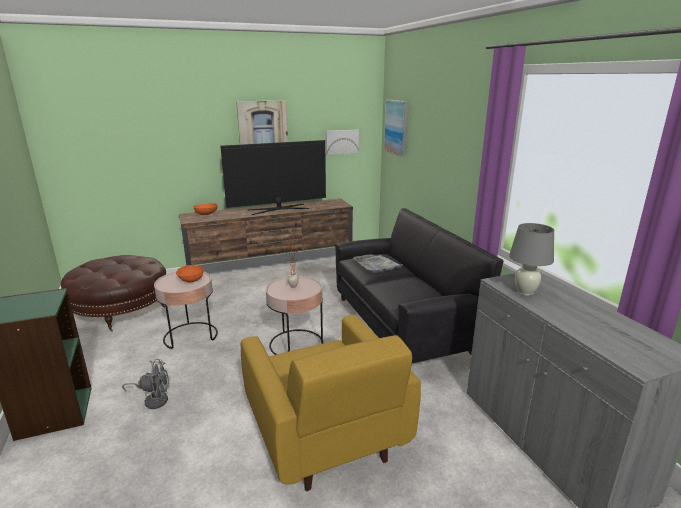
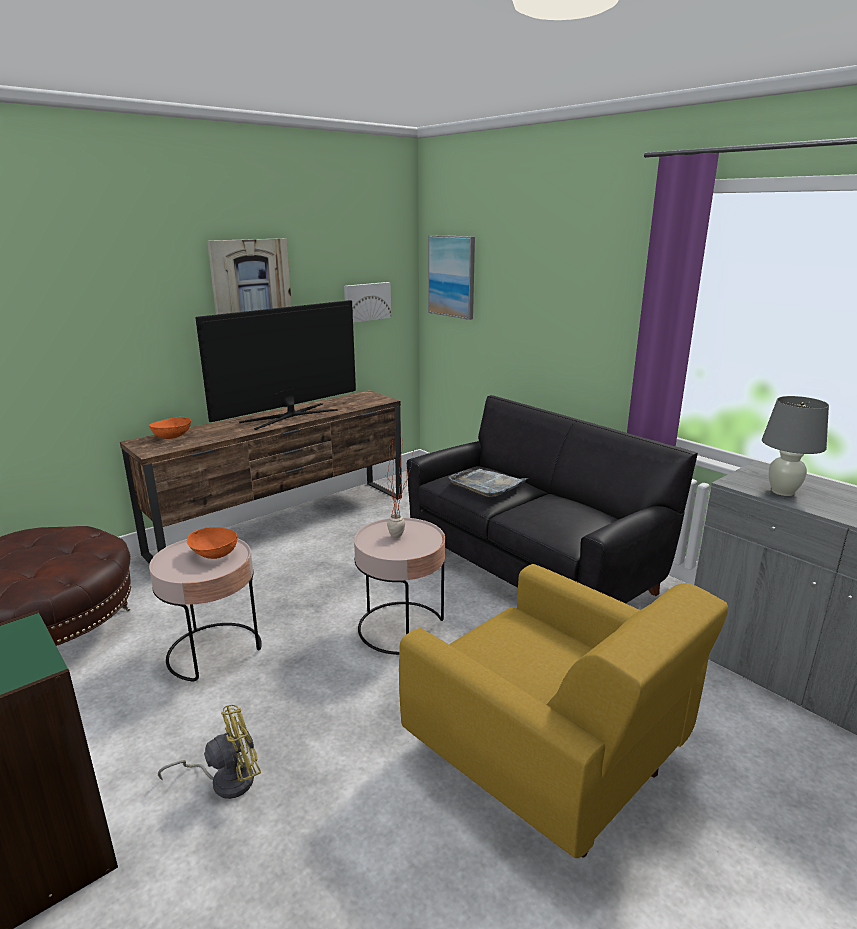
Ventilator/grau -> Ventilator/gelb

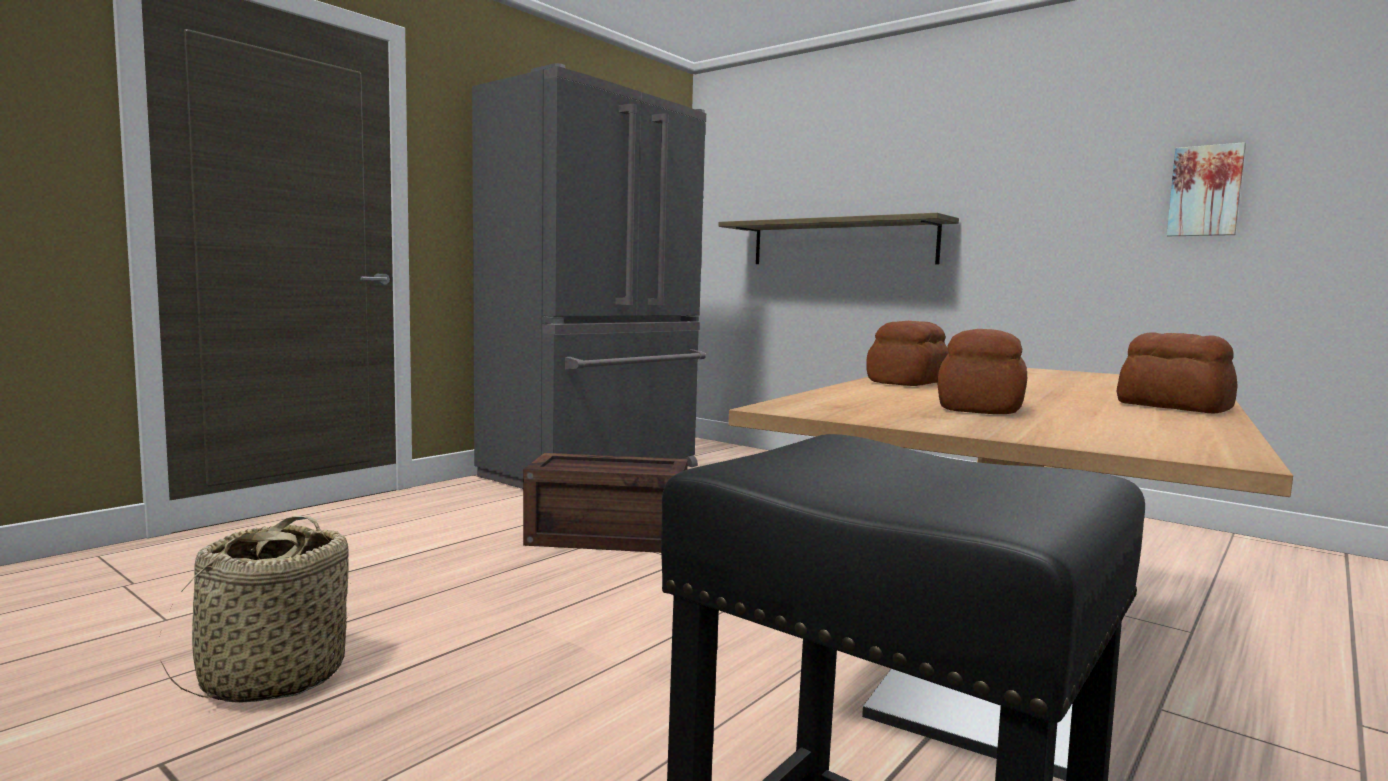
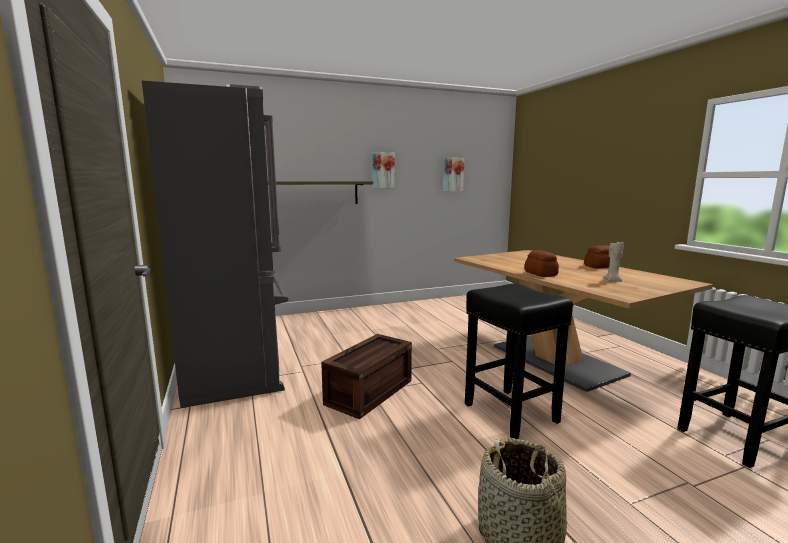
Brot (2nd from left) -> Kerze/beige
none -> Bild (1st from left)
none -> Hocker/schwarz (1st from left)

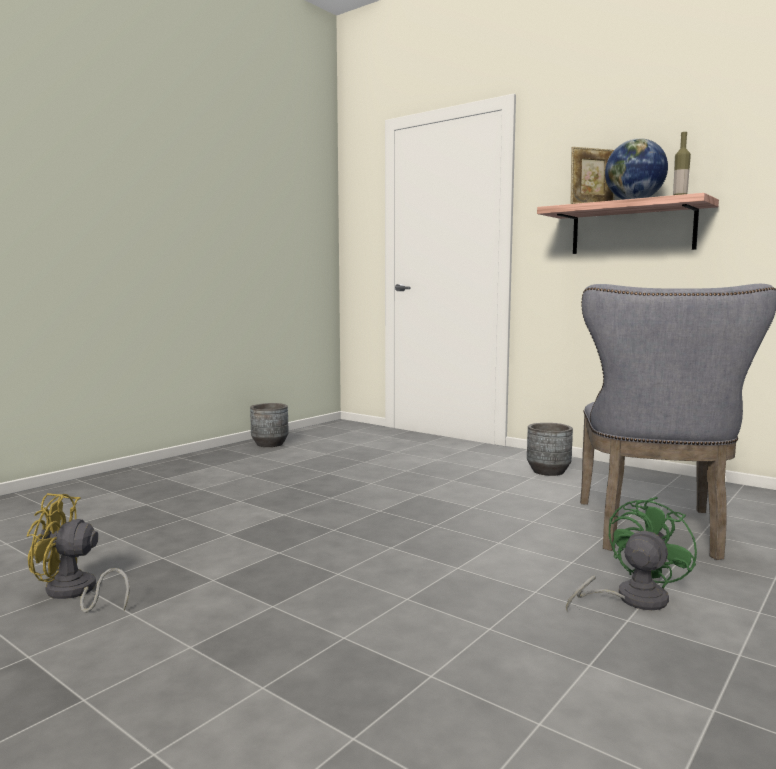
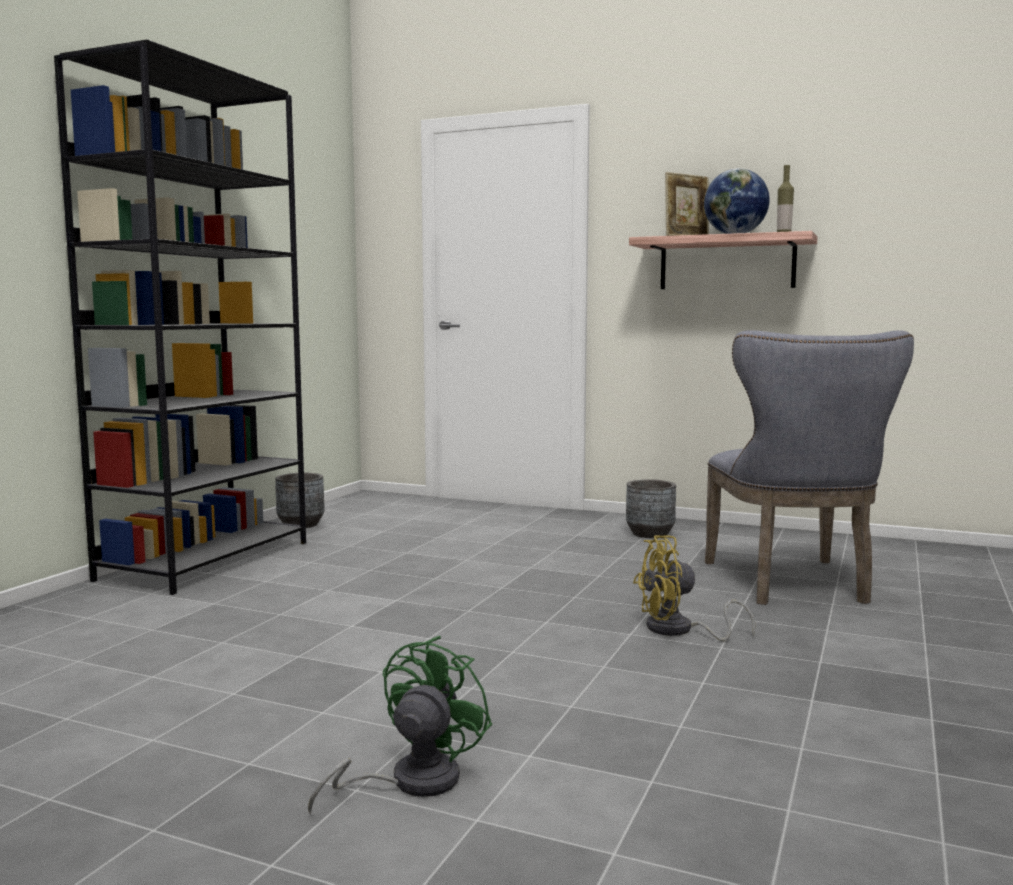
Ventilator/gelb, moved
Ventilator/grün, moved
none -> Bücherregal/schwarz

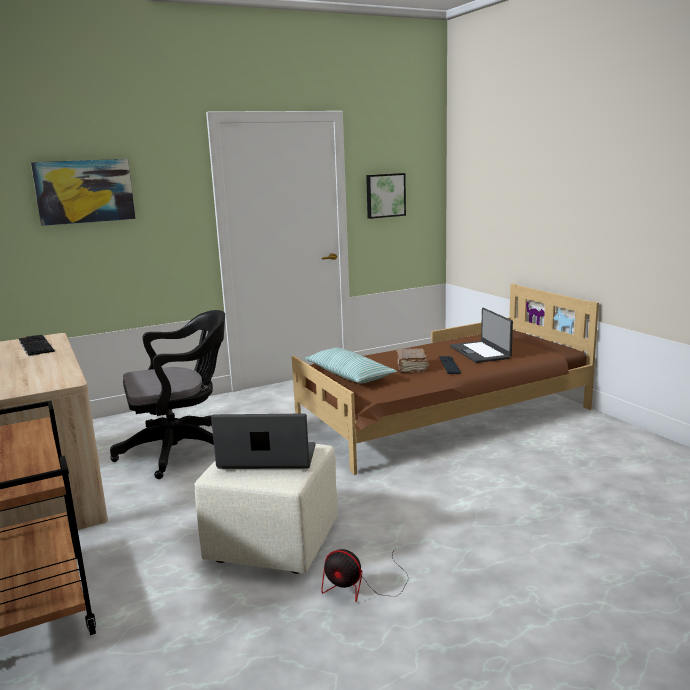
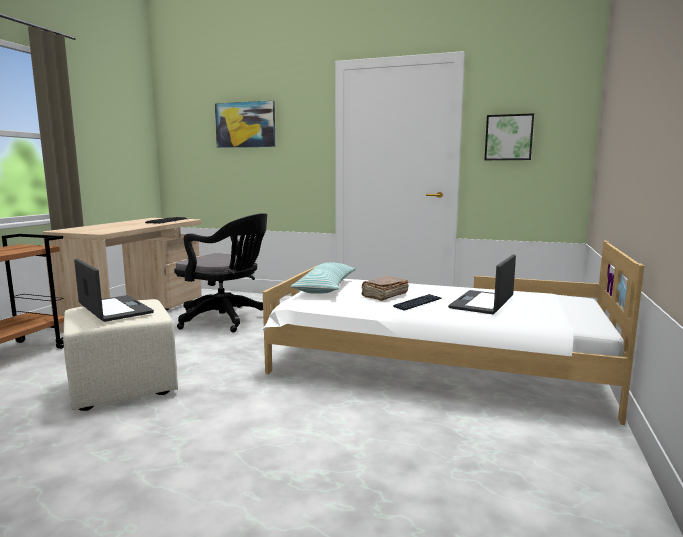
Bett/braun -> Bett/weiß
Ventilator -> none

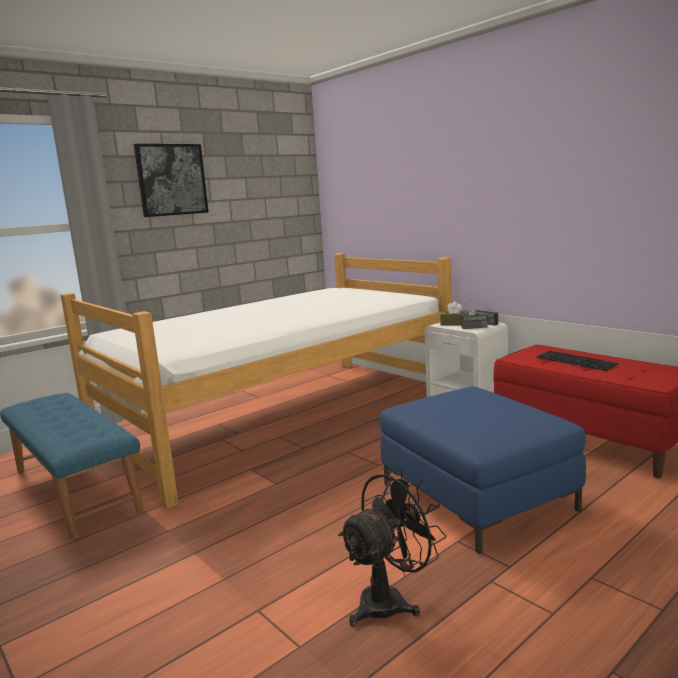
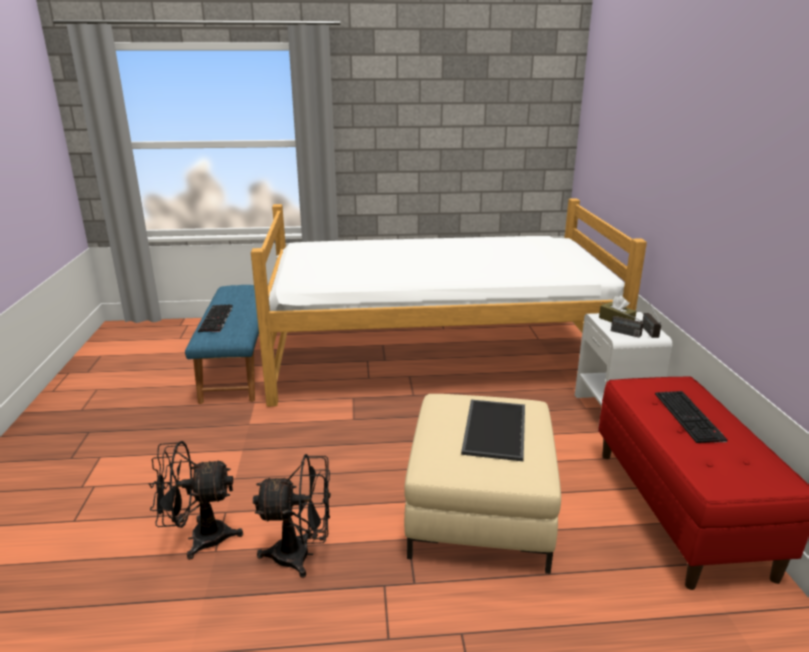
Bild -> none
Polsterhocker/blau -> Polsterhocker/beige
none -> Ventilator/schwarz (1st from left)
none -> Tastatur (1st from left)
none -> Tablett

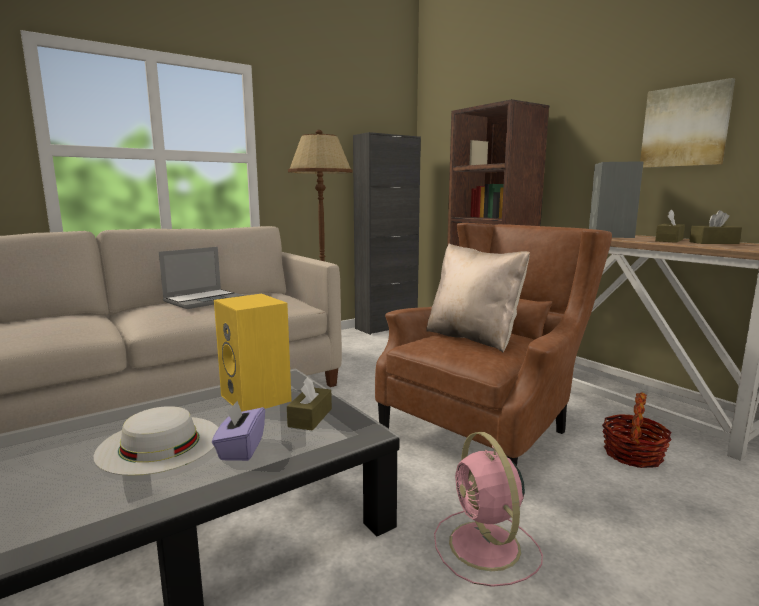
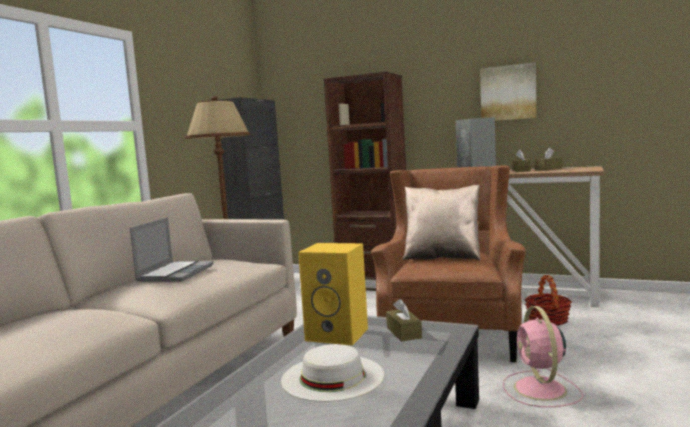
Taschentuchbox/lila -> none
Ventilator/rosa, 45 degrees clockwise

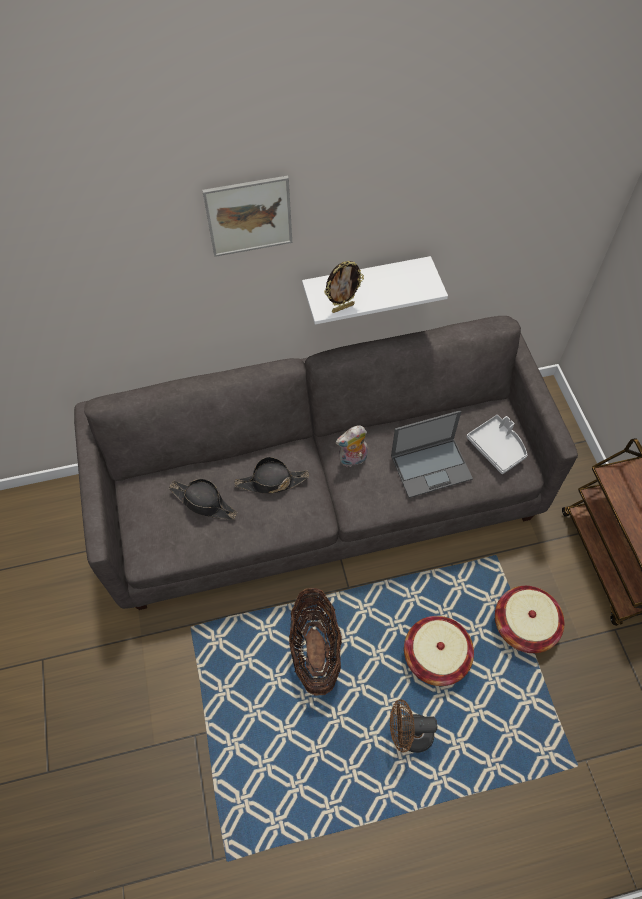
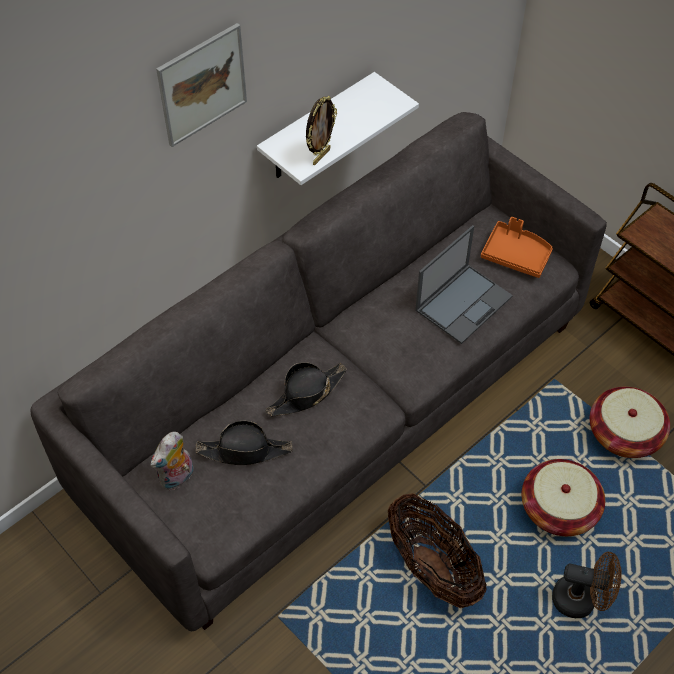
Plüschtier, moved
Ventilator/braun, 135 degrees counterclockwise
Tablett/grau -> Tablett/orange

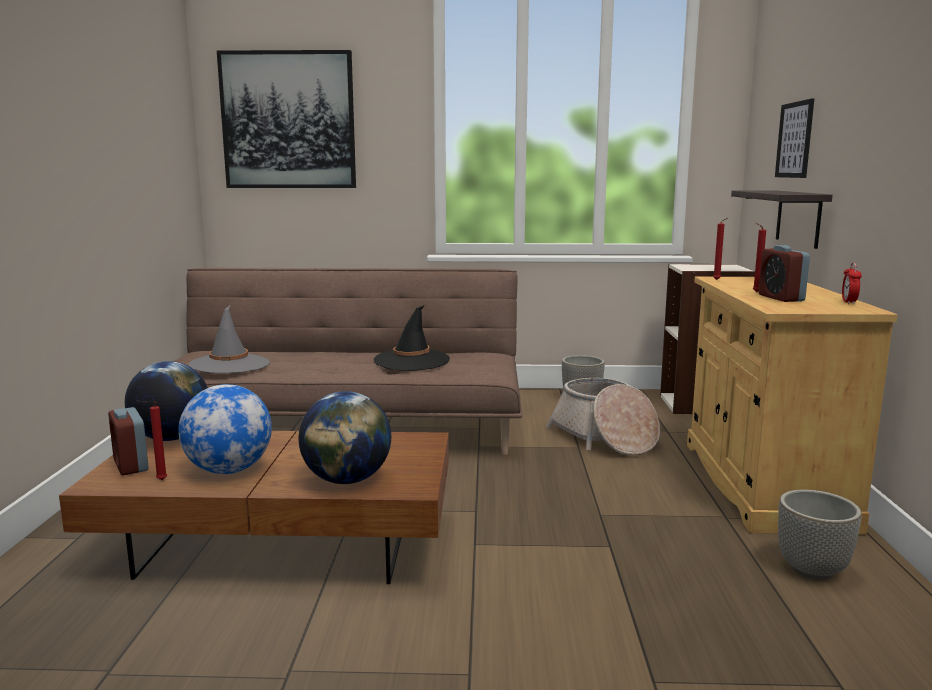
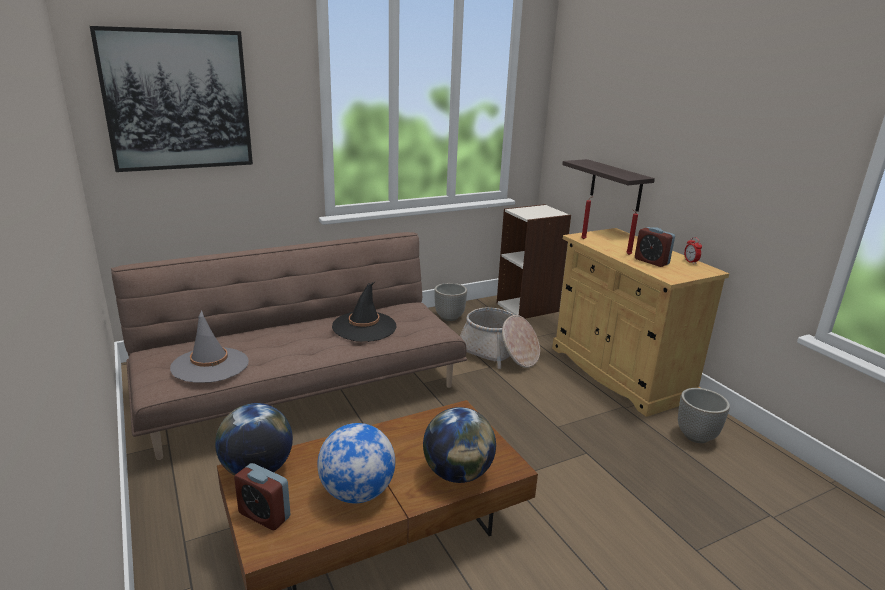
Kerze/rot (1st from left) -> none
Bild (2nd from left) -> none

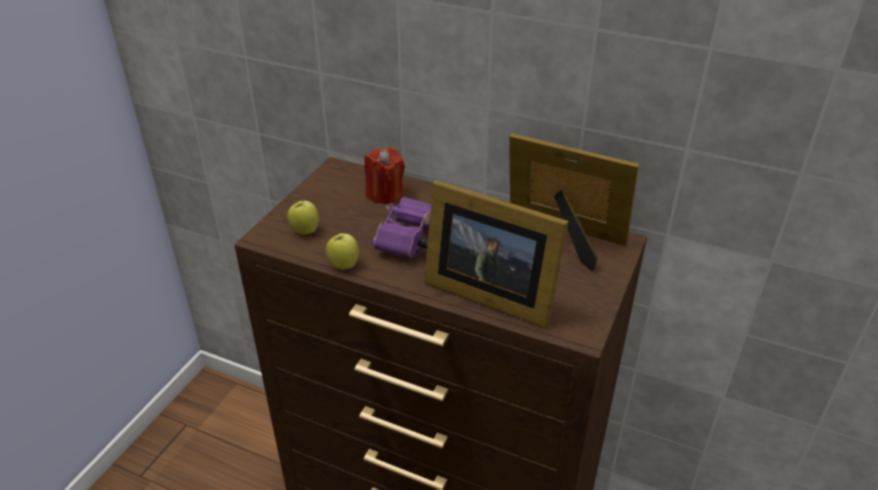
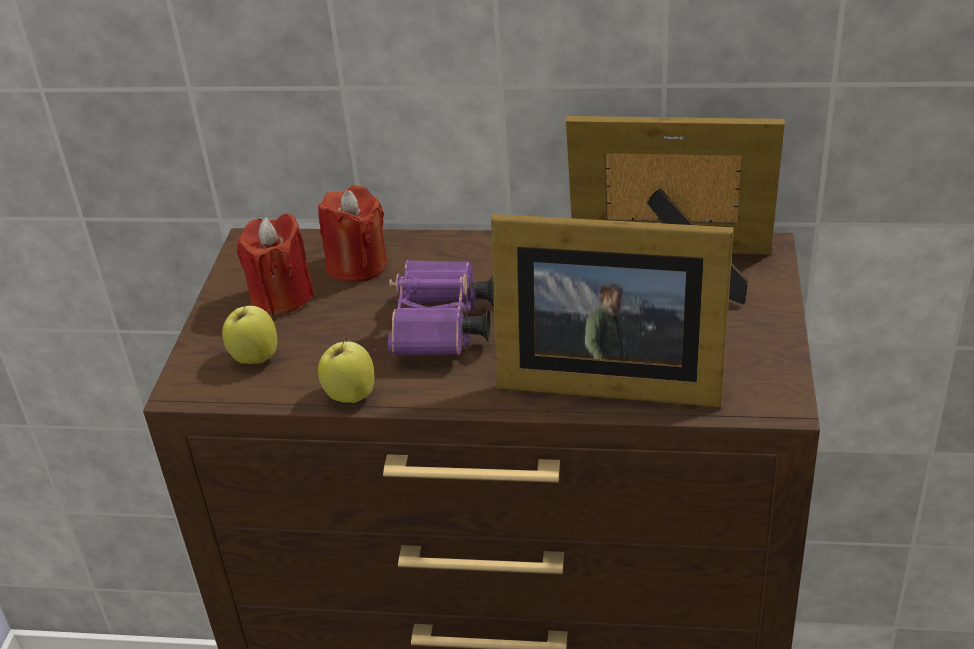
none -> Kerze/rot (1st from left)

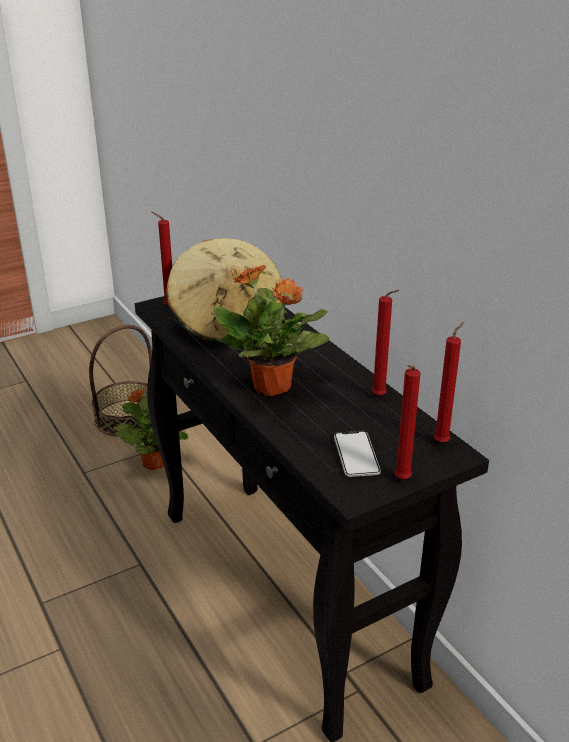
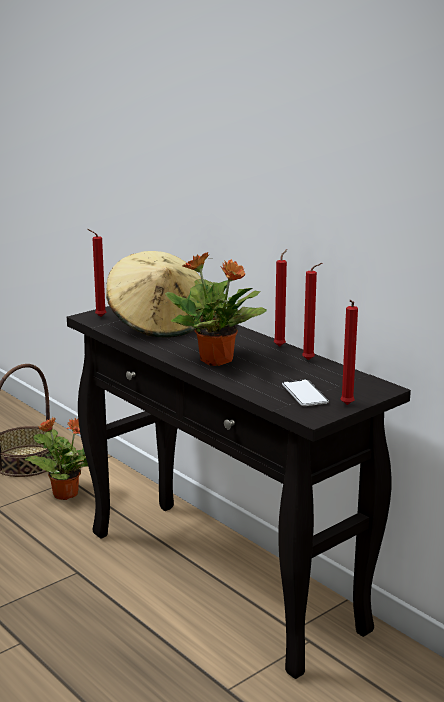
Kerze/rot (4th from left in the first image) -> Kerze/rot (2nd from left), moved

